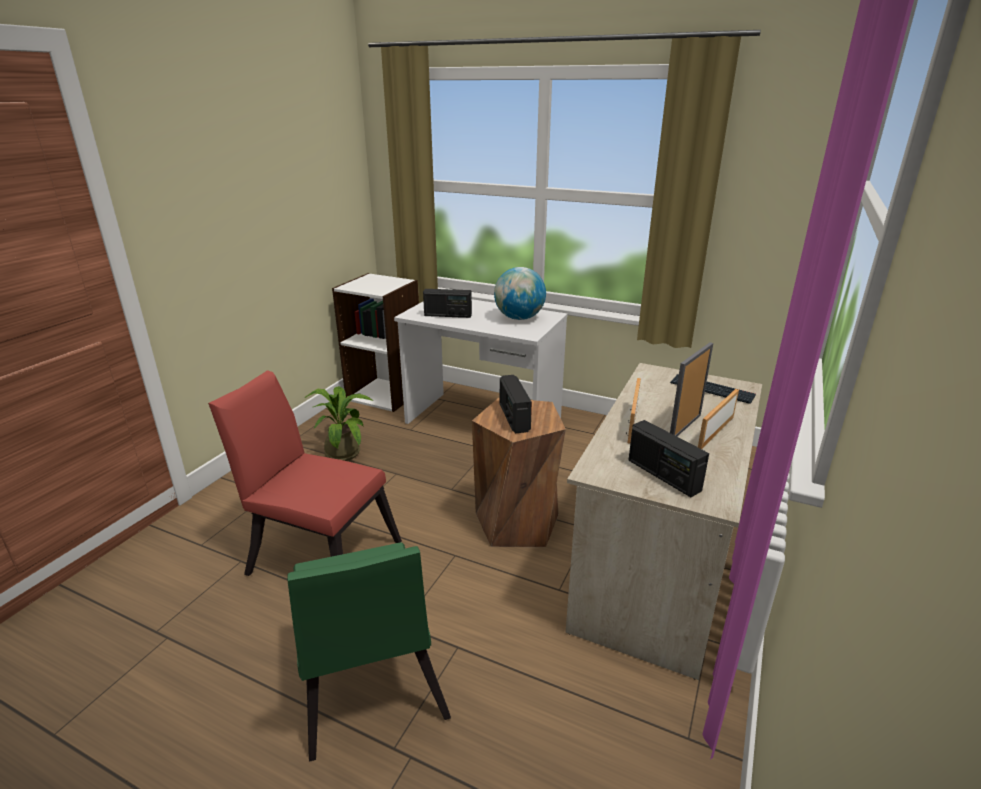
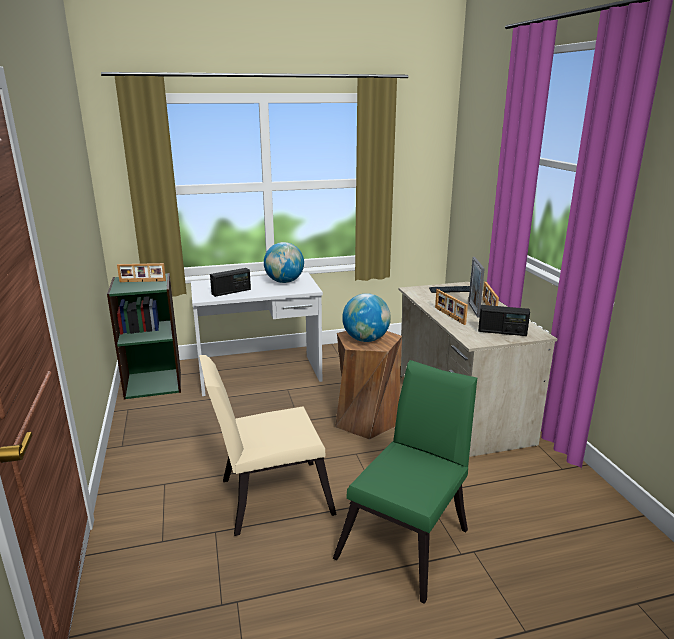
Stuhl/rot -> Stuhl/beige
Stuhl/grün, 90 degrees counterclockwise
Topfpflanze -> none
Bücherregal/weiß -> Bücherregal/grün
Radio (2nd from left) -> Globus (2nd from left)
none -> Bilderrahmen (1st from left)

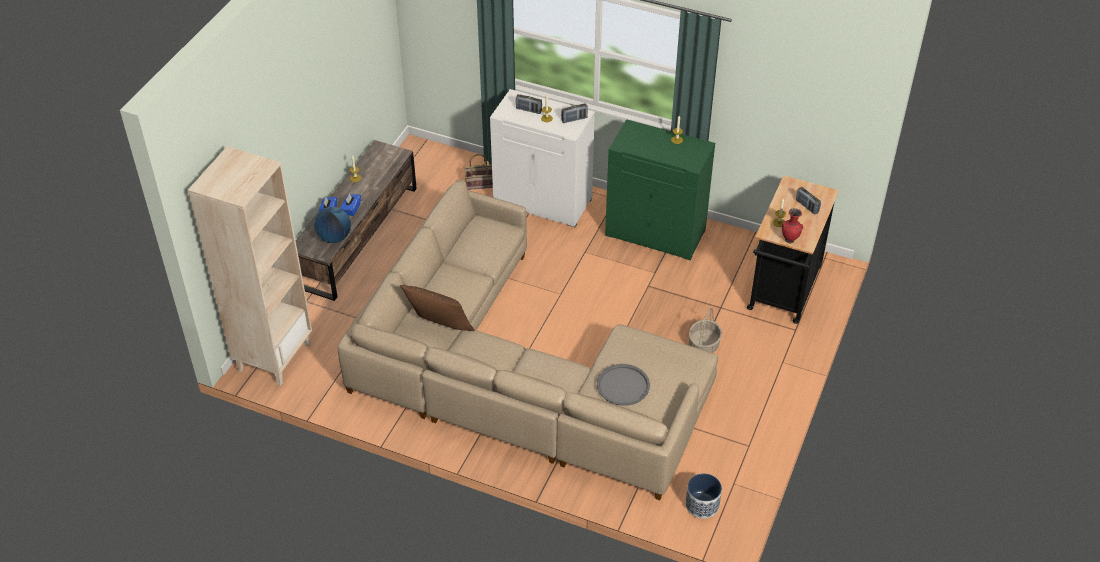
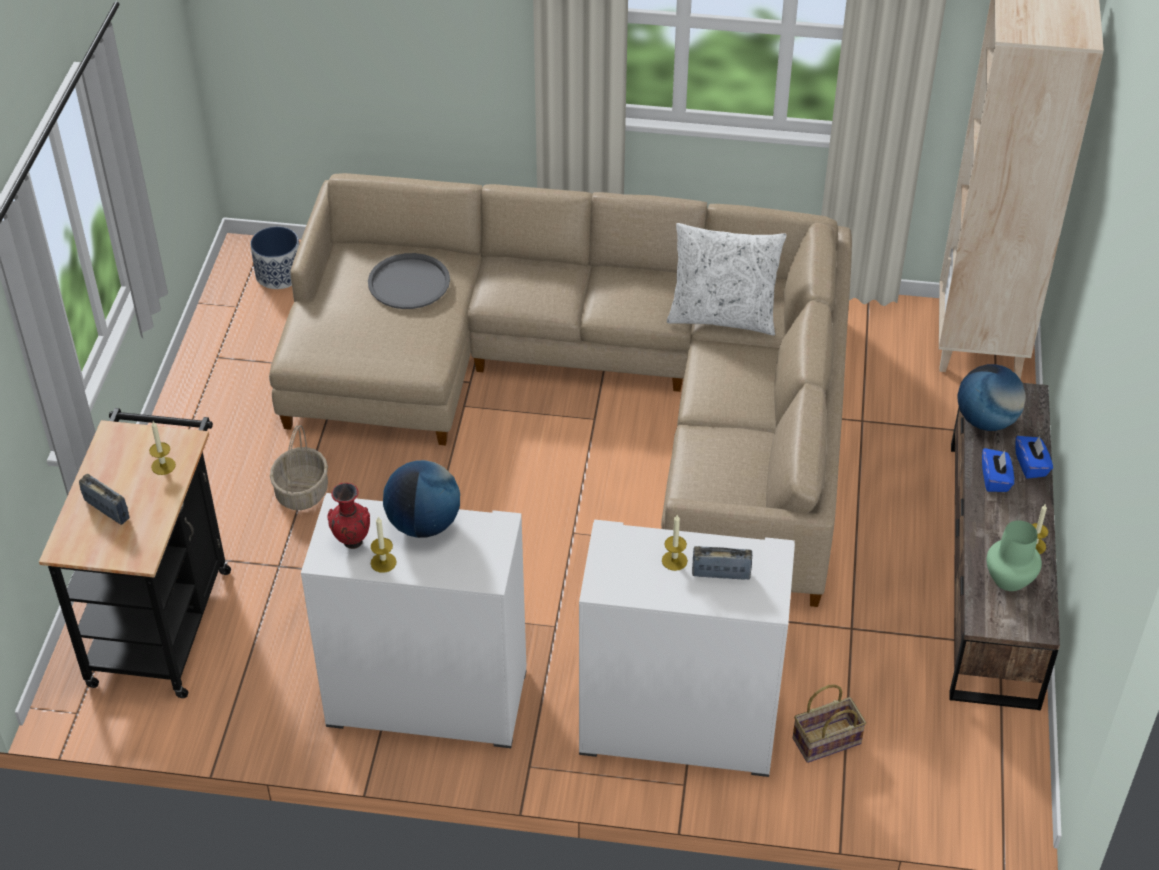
Kissen/braun -> Kissen/weiß
Radio (2nd from left) -> none
Schrank/grün -> Schrank/weiß (1st from left)
Vase/rot, moved
none -> Globus (1st from left)
none -> Vase/grün

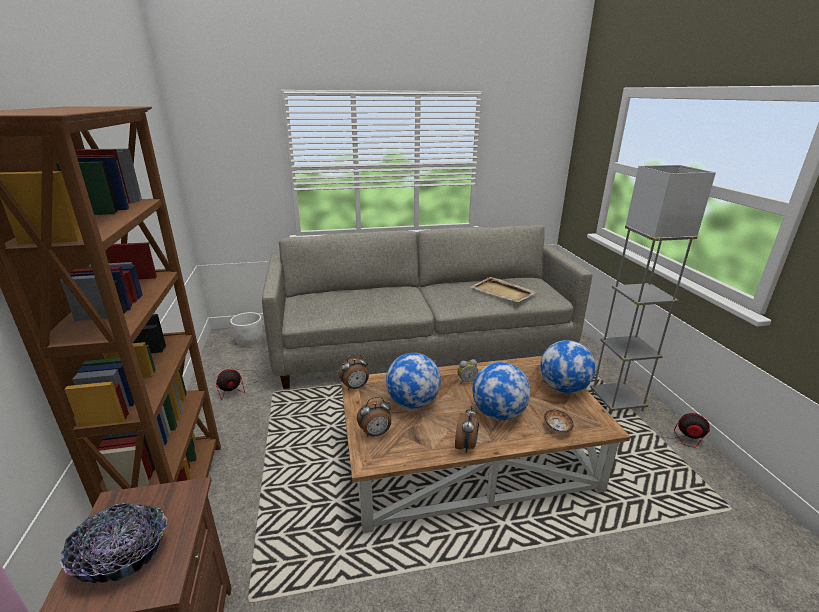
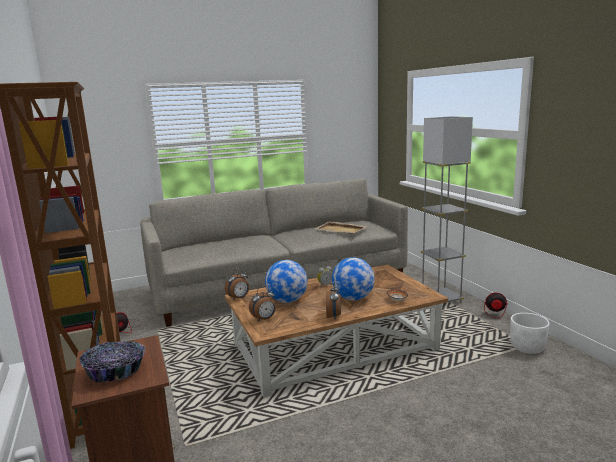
Pflanzkübel/weiß, moved
Globus (3rd from left) -> none

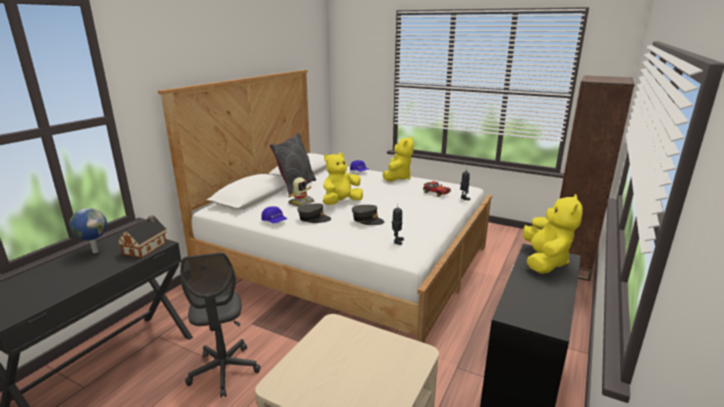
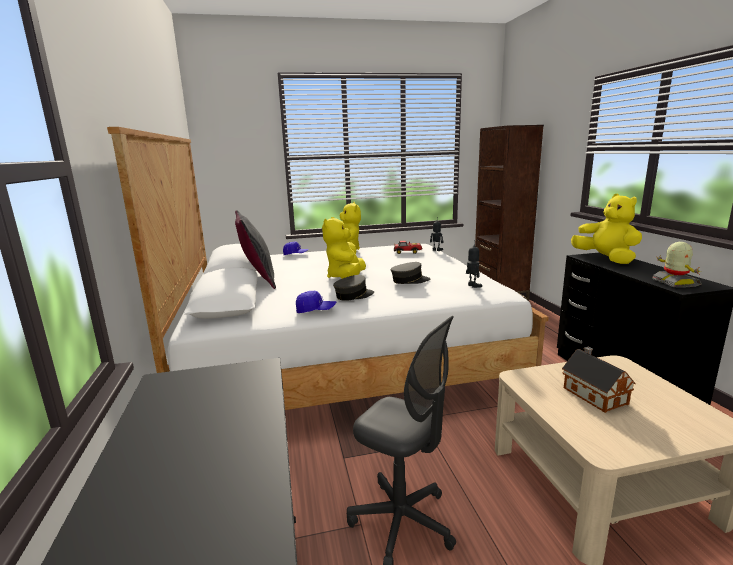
Globus -> none
Spielzeughaus, moved
Spielzeugroboter (1st from left in the first image) -> Spielzeugroboter (3rd from left), moved

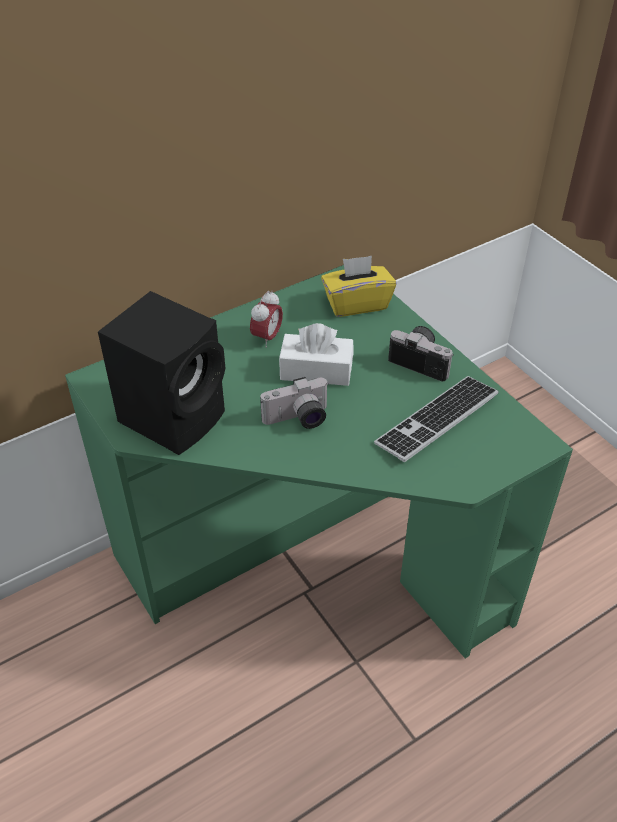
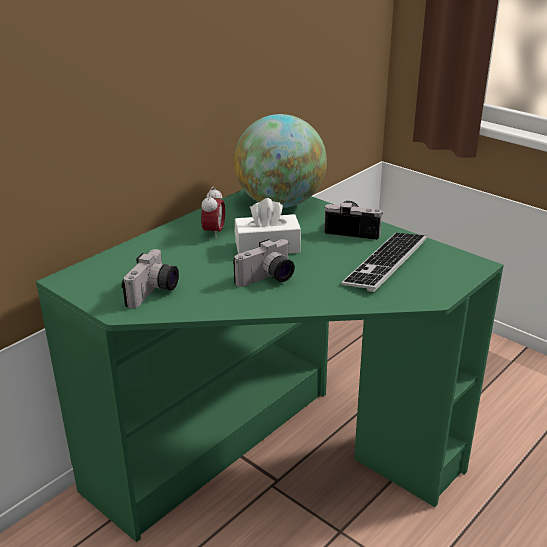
Lautsprecher/schwarz -> Kamera (1st from left)
Taschentuchbox/gelb -> Globus

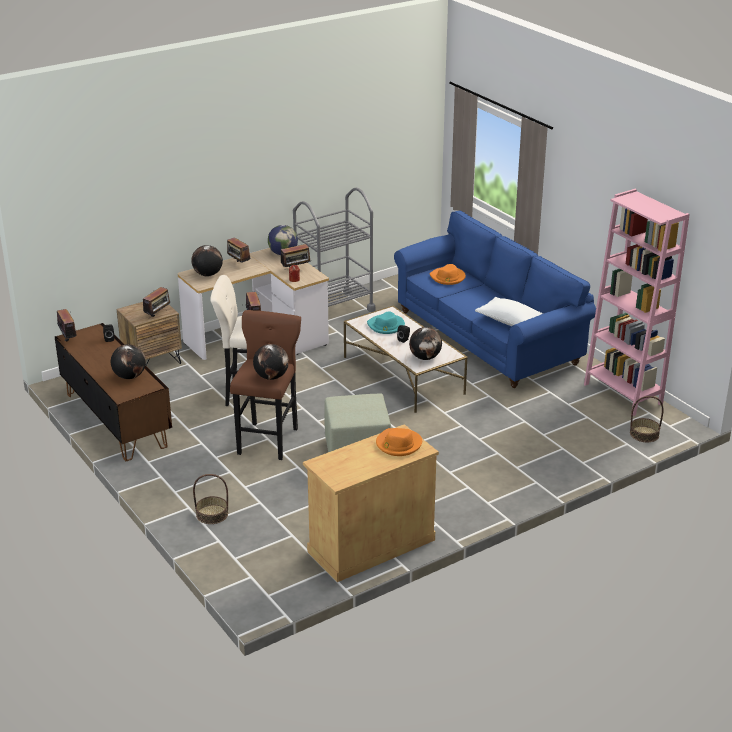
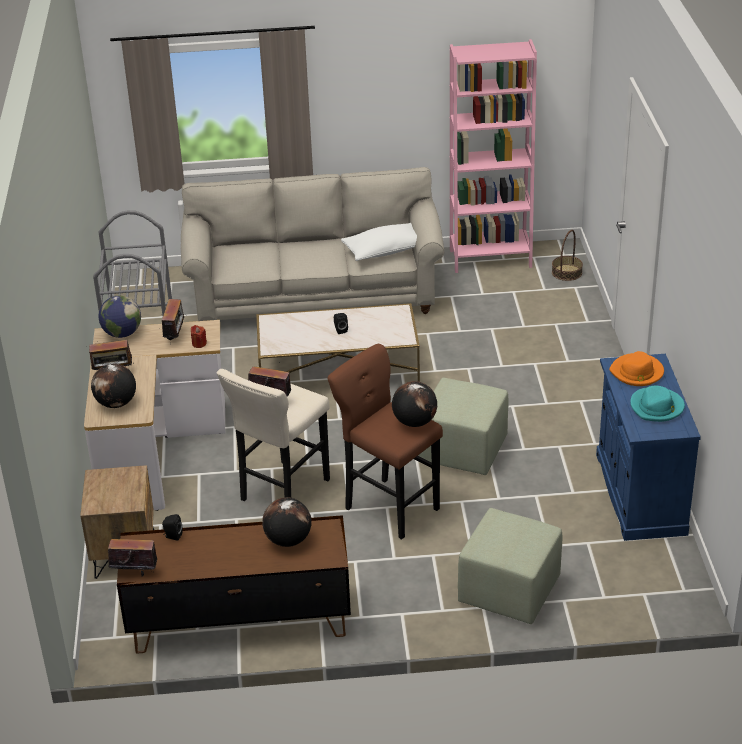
Radio (2nd from left) -> none
Korb (1st from left) -> Polsterhocker/grün (2nd from left)
Schrank/beige -> Schrank/blau
Hut/türkis, moved
Sofa/blau -> Sofa/beige
Globus (5th from left) -> none
Hut/orange (2nd from left) -> none

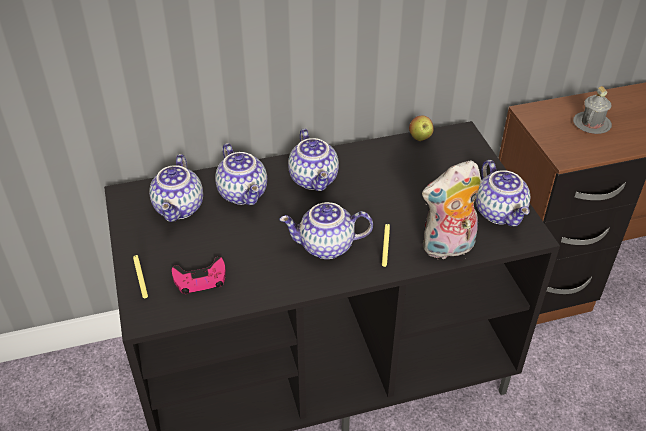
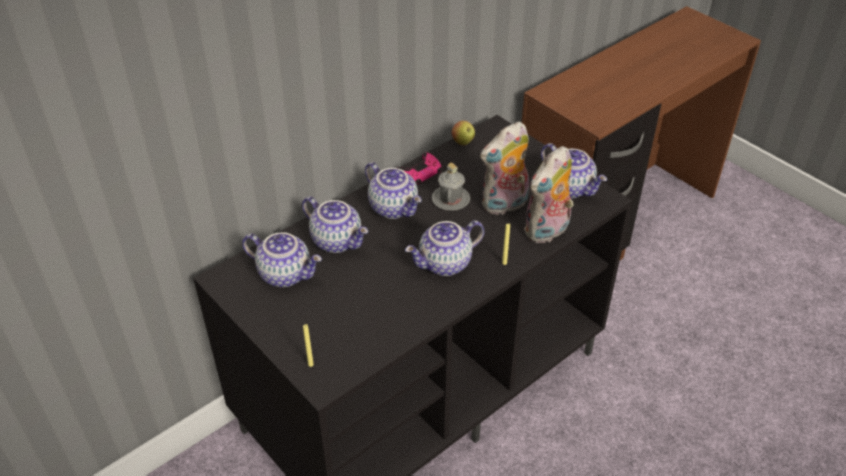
Teekanne (1st from left), 45 degrees counterclockwise
Gamepad/rosa, moved
Henkelbecher/grau, moved
none -> Plüschtier (1st from left)

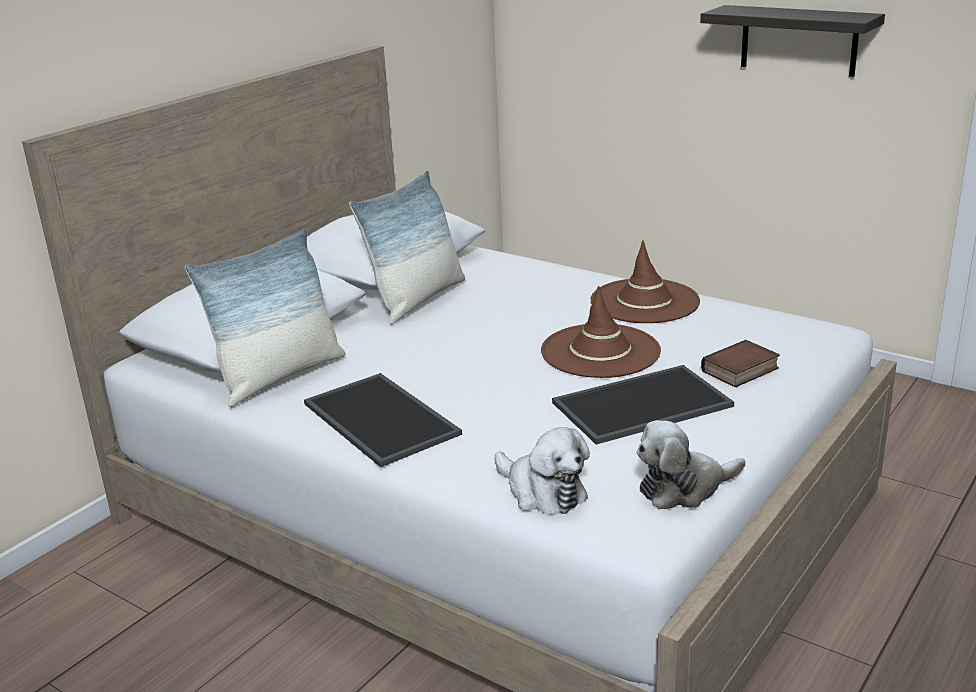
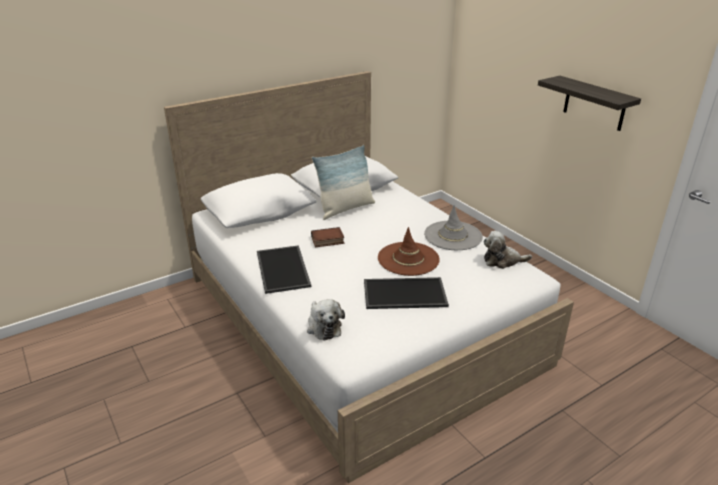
Kissen (1st from left) -> none
Hut/braun (2nd from left) -> Hut/grau
Plüschtier (2nd from left), moved
Buch, moved

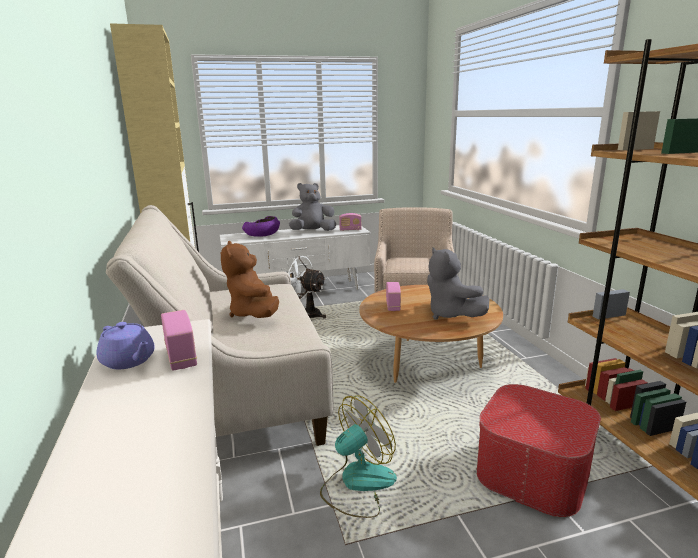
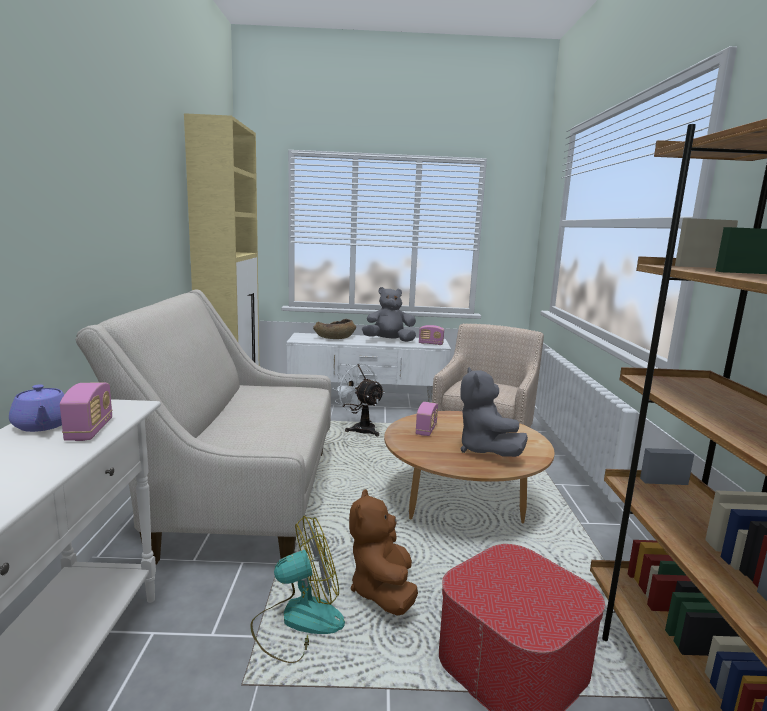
Plüschtier/braun, moved
Schüssel/lila -> Schüssel/braun

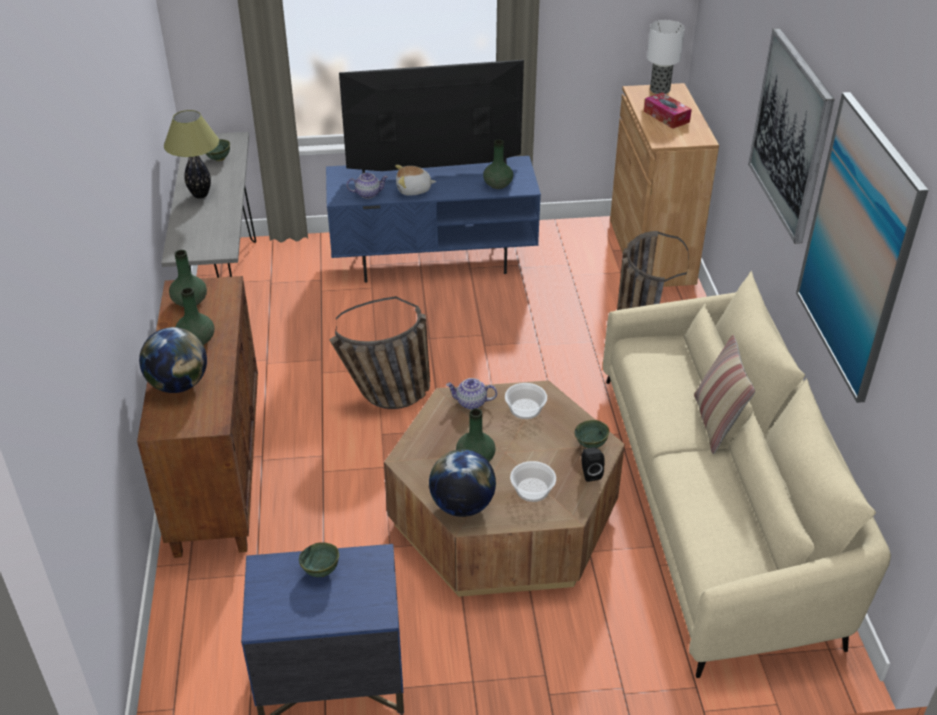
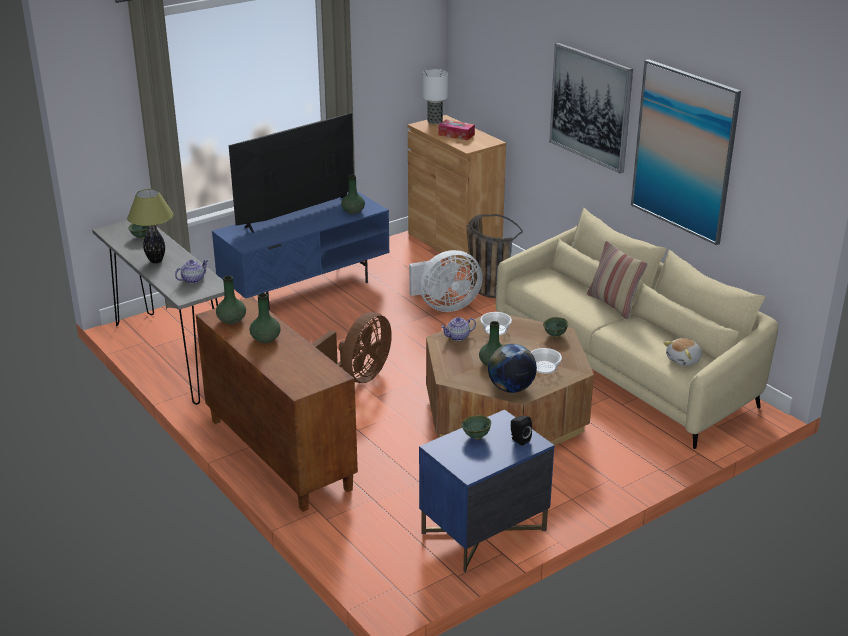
Globus (1st from left) -> none
Korb (1st from left) -> Ventilator/braun
Teekanne (1st from left), moved
Plüschtier, moved
Lautsprecher/schwarz, moved
none -> Ventilator/weiß

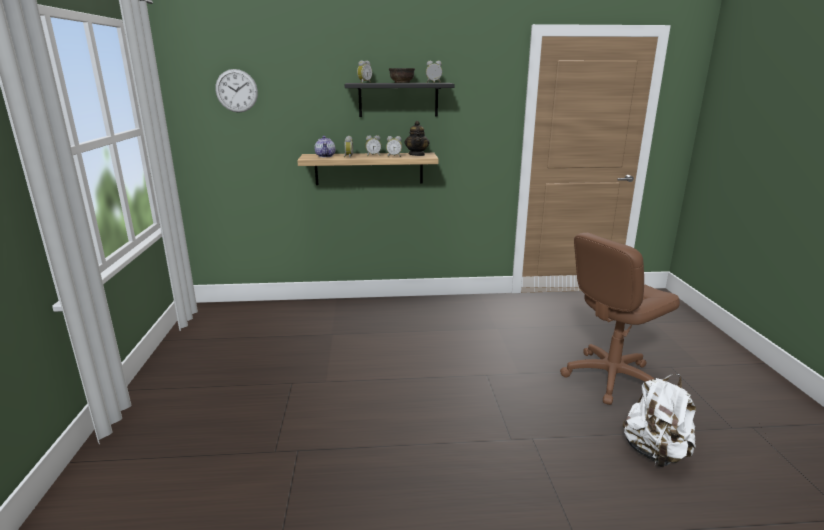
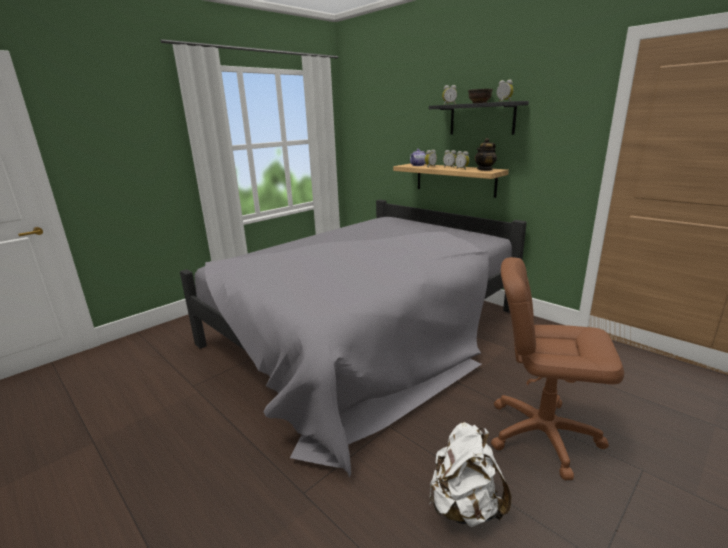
Wanduhr -> none
none -> Bett/grau

